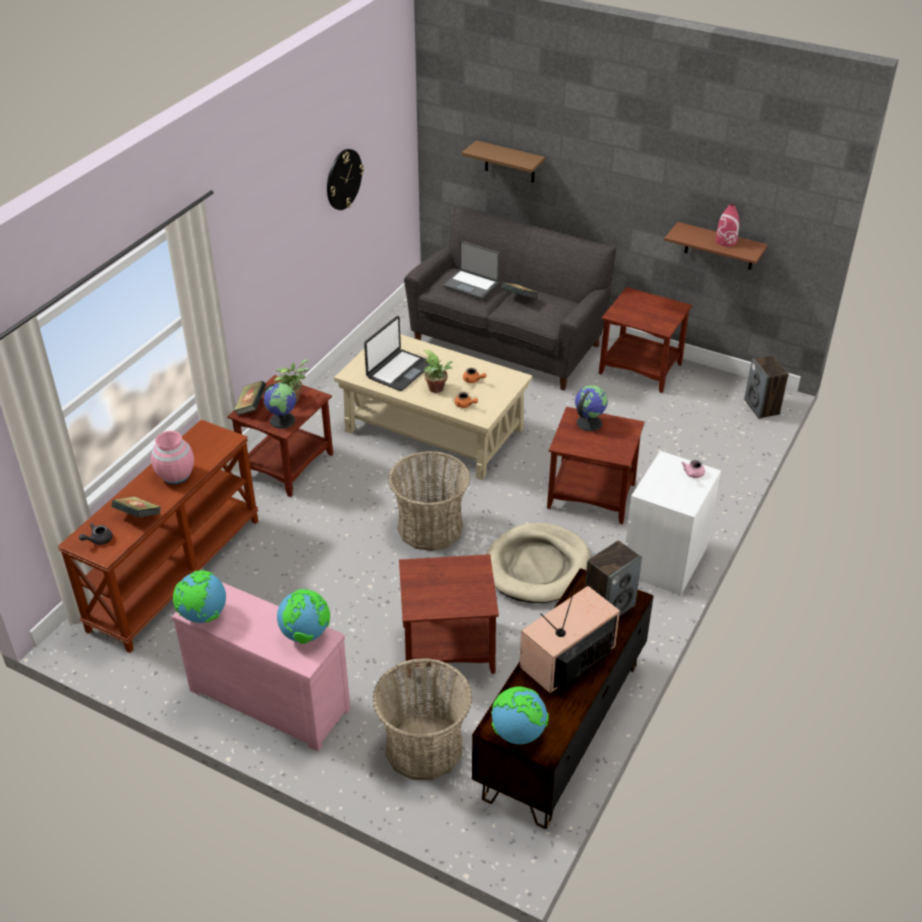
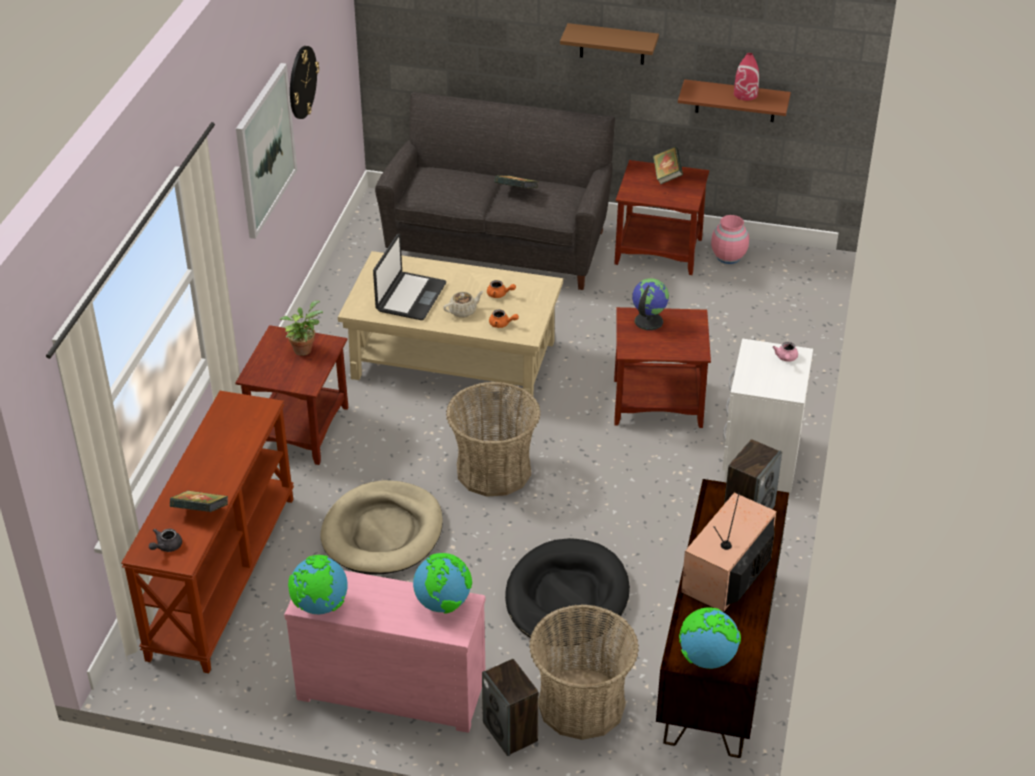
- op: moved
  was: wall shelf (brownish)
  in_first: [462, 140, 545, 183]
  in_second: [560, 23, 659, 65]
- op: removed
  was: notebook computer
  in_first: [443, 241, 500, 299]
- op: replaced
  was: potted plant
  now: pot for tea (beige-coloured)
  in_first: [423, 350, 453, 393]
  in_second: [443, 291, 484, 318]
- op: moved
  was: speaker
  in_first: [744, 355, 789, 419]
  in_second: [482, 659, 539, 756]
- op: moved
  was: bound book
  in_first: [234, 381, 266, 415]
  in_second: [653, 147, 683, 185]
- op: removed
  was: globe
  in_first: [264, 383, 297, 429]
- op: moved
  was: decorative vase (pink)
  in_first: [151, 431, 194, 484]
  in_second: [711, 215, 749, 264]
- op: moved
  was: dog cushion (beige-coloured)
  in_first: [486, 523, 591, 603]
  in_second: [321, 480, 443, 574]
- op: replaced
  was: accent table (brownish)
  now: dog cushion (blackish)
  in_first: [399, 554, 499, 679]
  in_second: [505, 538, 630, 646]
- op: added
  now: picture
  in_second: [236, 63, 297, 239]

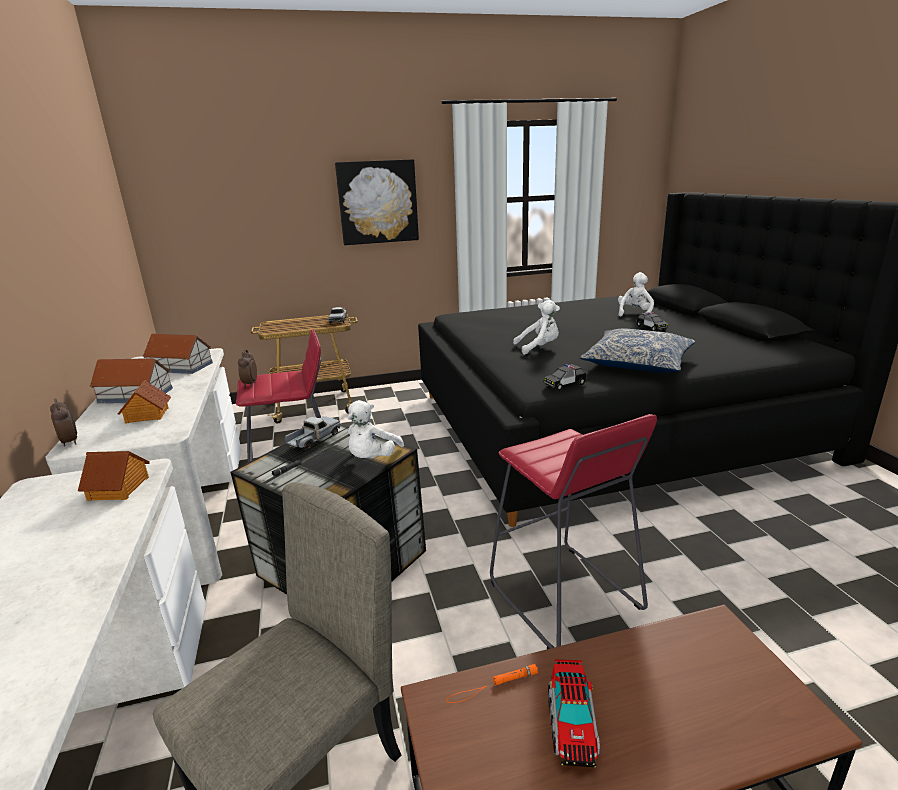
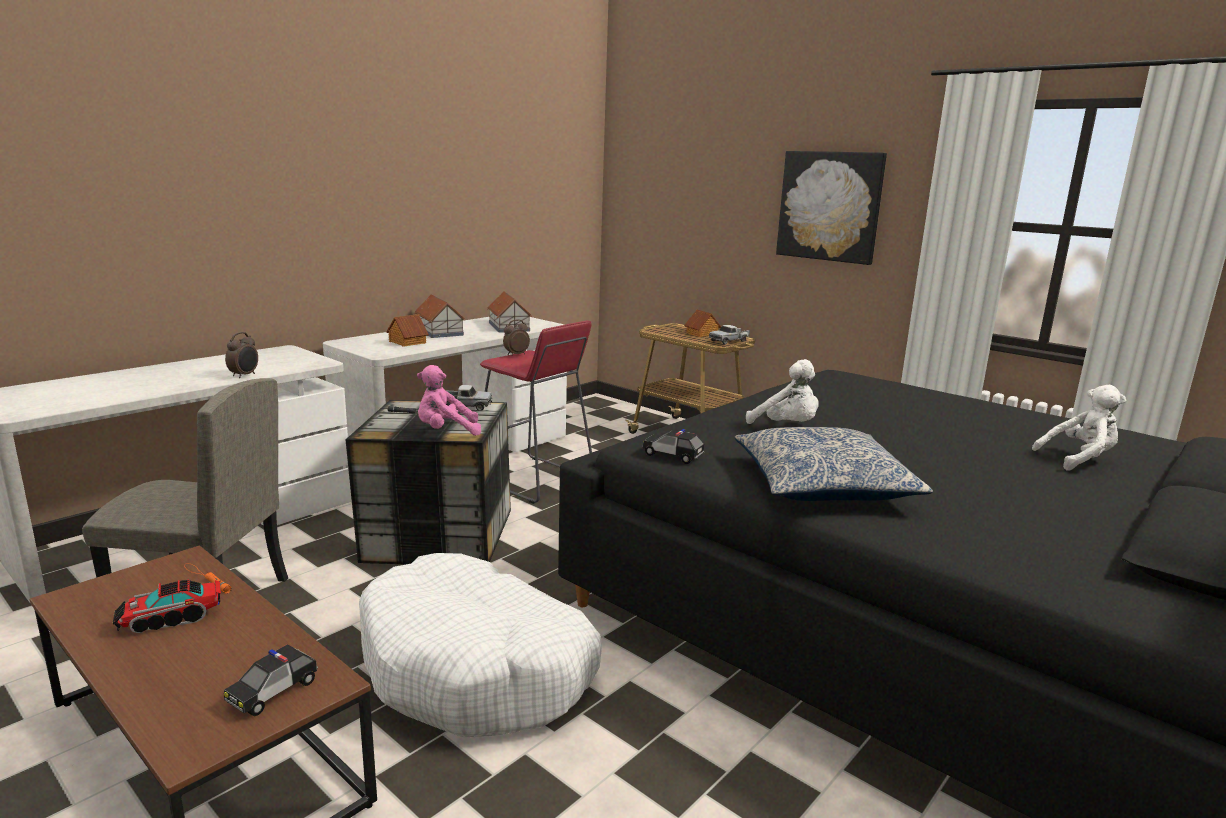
- op: moved
  was: toy car
  in_first: [636, 312, 668, 331]
  in_second: [224, 644, 318, 716]
- op: moved
  was: bedside clock
  in_first: [50, 398, 77, 447]
  in_second: [225, 332, 258, 378]
- op: recoloured
  was: soft toy (whitish)
  now: soft toy (pink)
  in_first: [348, 400, 404, 458]
  in_second: [417, 365, 481, 436]
- op: replaced
  was: sitting stool (reddish)
  now: dog cushion (whitish)
  in_first: [490, 414, 657, 649]
  in_second: [359, 553, 602, 737]
- op: moved
  was: miniature house
  in_first: [78, 451, 150, 501]
  in_second: [684, 310, 721, 337]

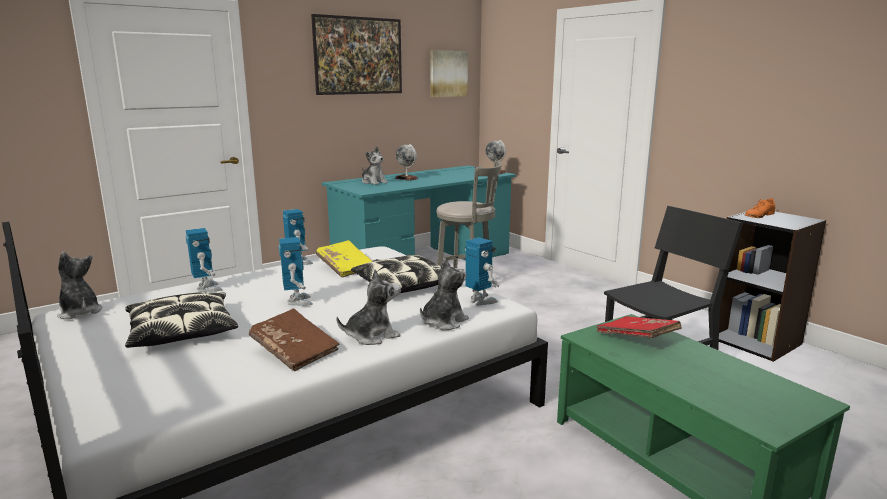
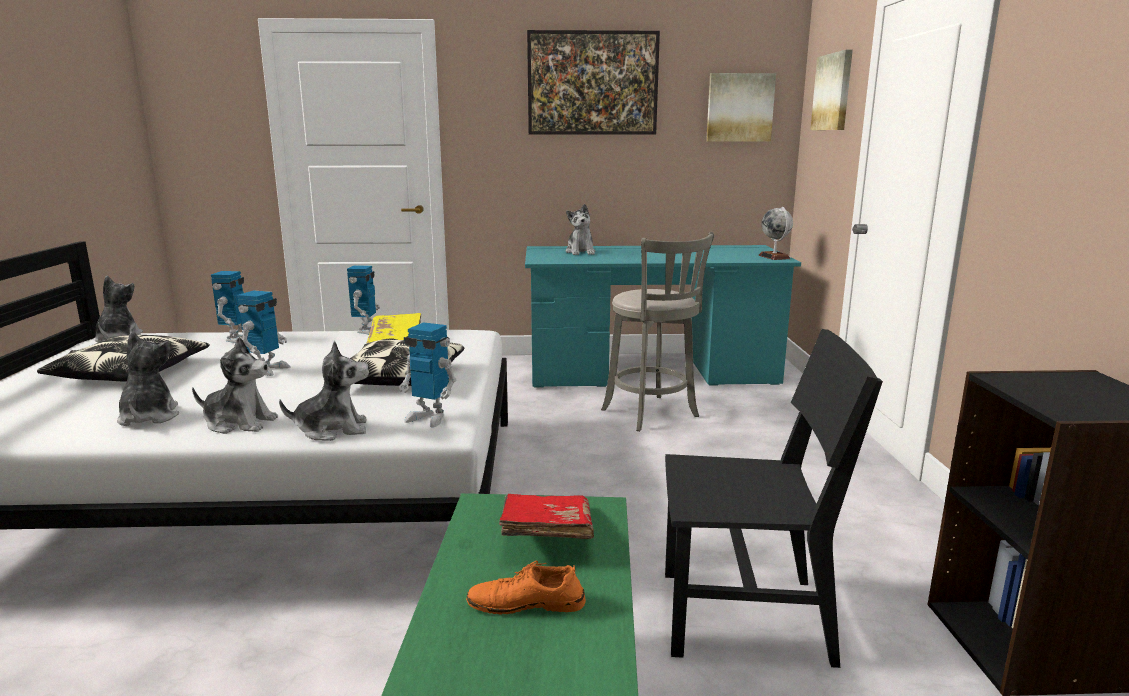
- op: removed
  was: globe
  in_first: [395, 144, 418, 181]
- op: moved
  was: item of footwear (orange-coloured)
  in_first: [745, 198, 775, 218]
  in_second: [466, 561, 586, 615]
- op: turned
  was: toy robot
  in_first: [464, 237, 499, 306]
  in_second: [399, 322, 456, 428]
  clockwise: 120
- op: replaced
  was: bound book (brownish)
  now: soft toy
  in_first: [249, 308, 340, 371]
  in_second: [117, 332, 179, 426]
- op: added
  now: picture
  in_second: [810, 50, 853, 130]

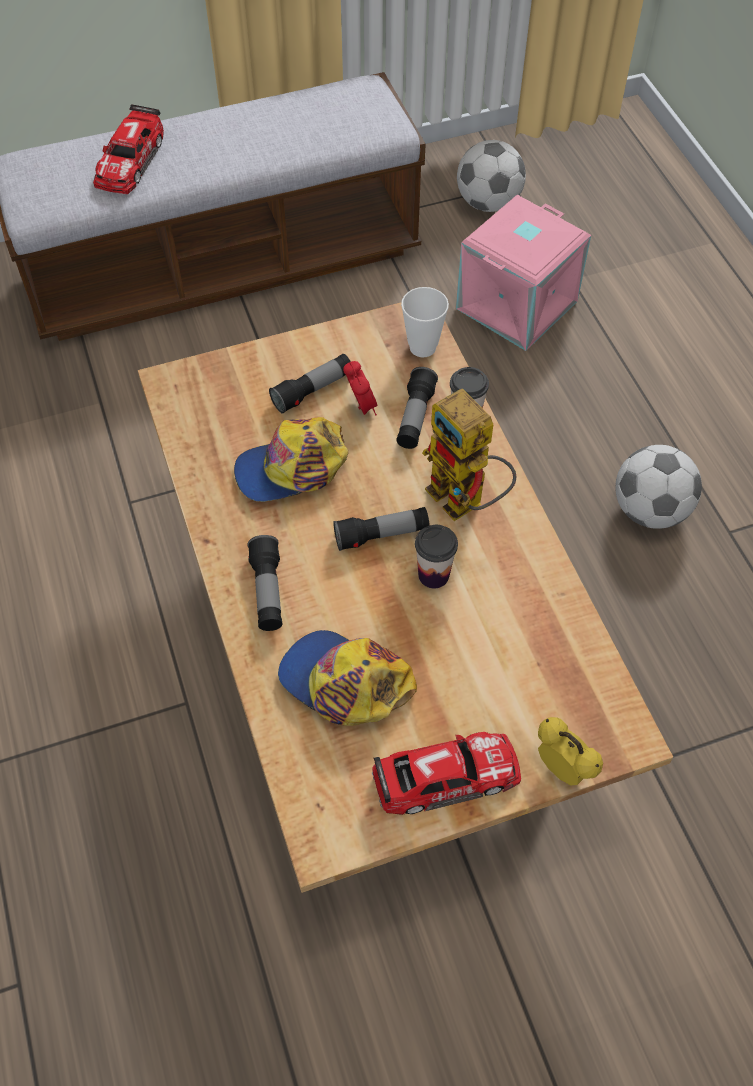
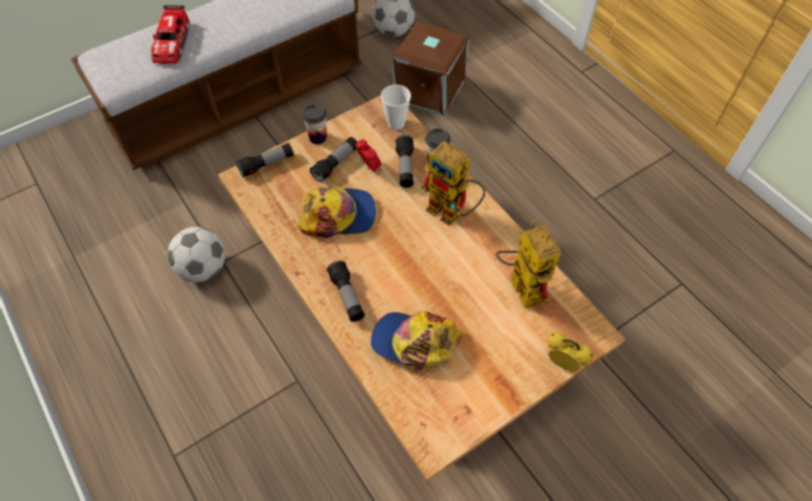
- op: recoloured
  was: storage box (pink)
  now: storage box (brownish)
  in_first: [456, 195, 591, 351]
  in_second: [392, 21, 469, 116]
- op: turned
  was: cap
  in_first: [234, 417, 348, 502]
  in_second: [298, 186, 376, 238]
  clockwise: -150
- op: moved
  was: ball for football
  in_first: [615, 445, 702, 529]
  in_second: [167, 227, 225, 282]
- op: moved
  was: torch
  in_first: [333, 507, 430, 551]
  in_second: [236, 143, 294, 178]
- op: moved
  was: small cup
  in_first: [415, 525, 458, 589]
  in_second: [302, 104, 327, 144]
- op: removed
  was: toy car
  in_first: [372, 732, 521, 815]
- op: added
  now: toy robot
  in_second: [496, 220, 561, 309]

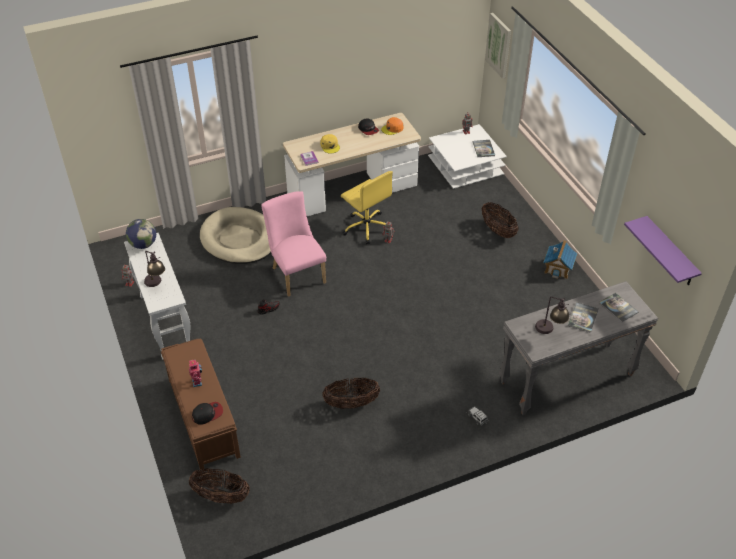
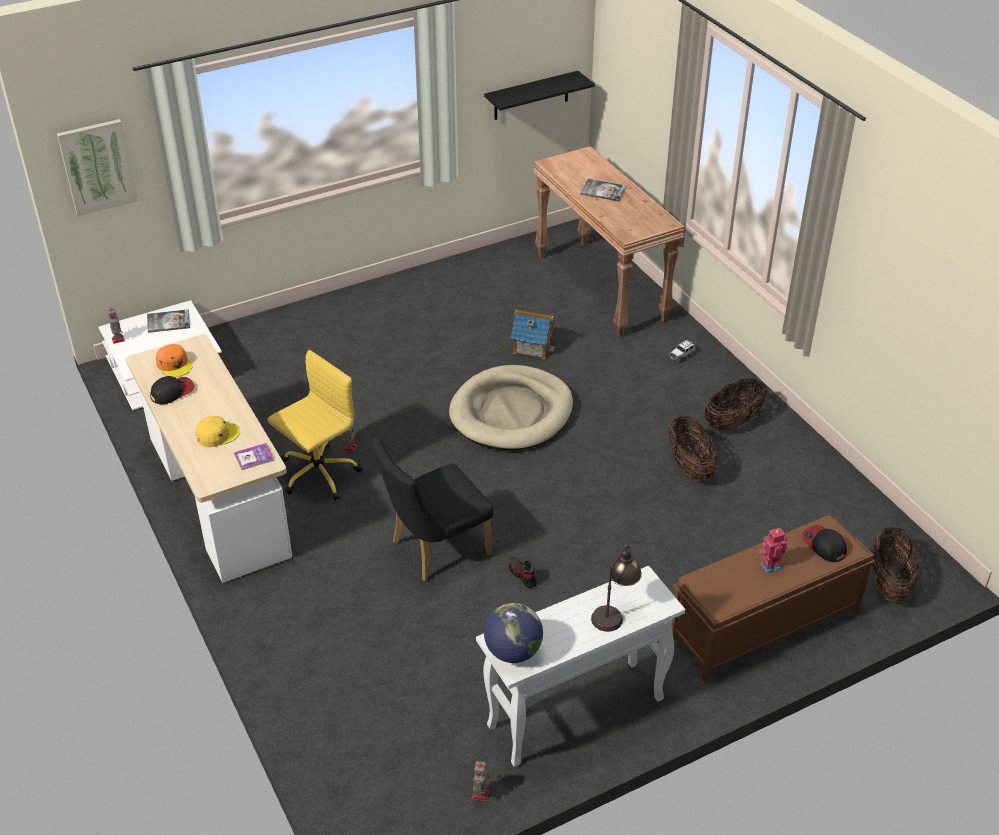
- op: recoloured
  was: chair (pink)
  now: chair (blackish)
  in_first: [261, 191, 326, 297]
  in_second: [372, 437, 493, 581]
- op: moved
  was: basket
  in_first: [482, 202, 519, 238]
  in_second: [704, 378, 767, 431]
- op: moved
  was: dog cushion (beige-coloured)
  in_first: [200, 207, 271, 264]
  in_second: [449, 365, 573, 450]
- op: recoloured
  was: wall shelf (purple)
  now: wall shelf (blackish)
  in_first: [624, 216, 702, 285]
  in_second: [484, 71, 595, 120]
- op: moved
  was: miniature house
  in_first: [543, 240, 577, 279]
  in_second: [510, 309, 556, 359]
- op: recoloured
  was: narrow table (greyish)
  now: narrow table (brownish)
  in_first: [499, 281, 658, 415]
  in_second: [533, 146, 685, 337]
- op: removed
  was: bound book
  in_first: [599, 293, 639, 322]
- op: removed
  was: table lamp
  in_first: [535, 297, 569, 334]

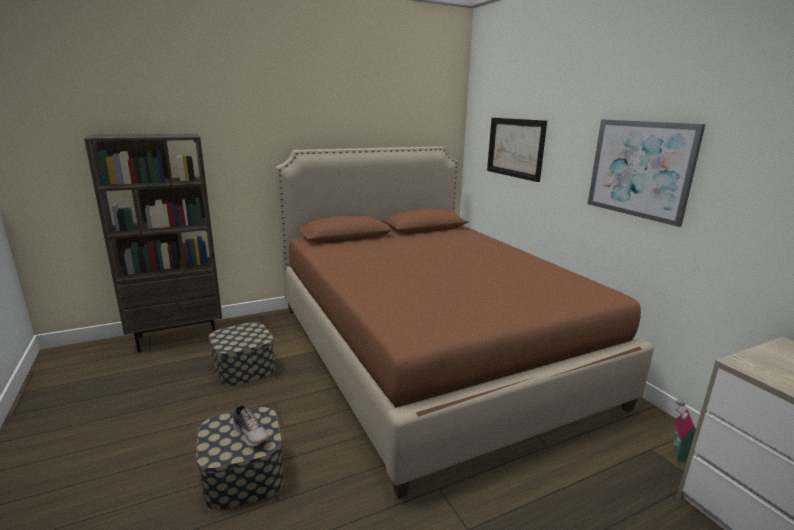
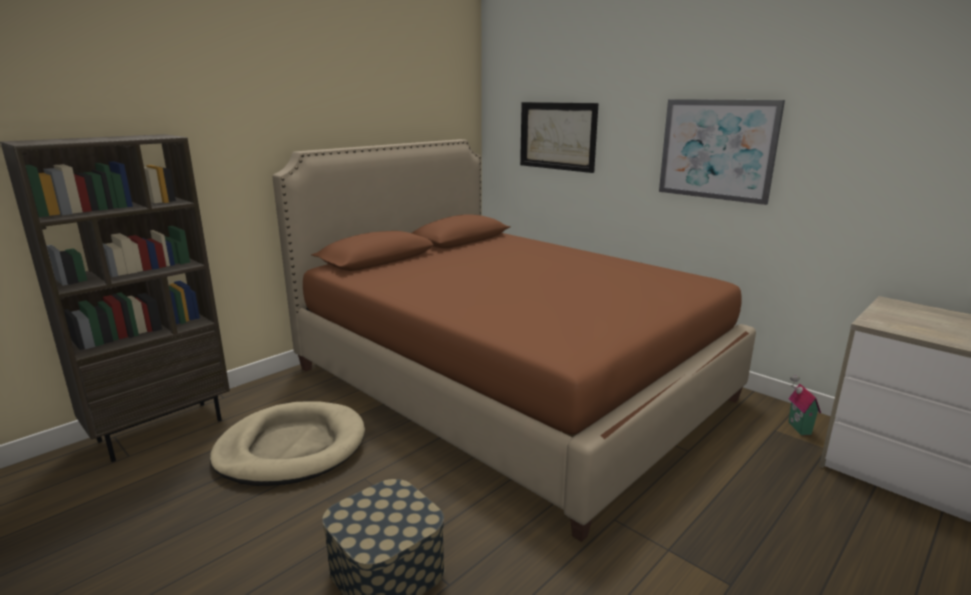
- op: replaced
  was: storage box
  now: dog cushion (beige-coloured)
  in_first: [209, 322, 275, 386]
  in_second: [210, 401, 365, 486]
- op: removed
  was: item of footwear
  in_first: [233, 402, 269, 447]

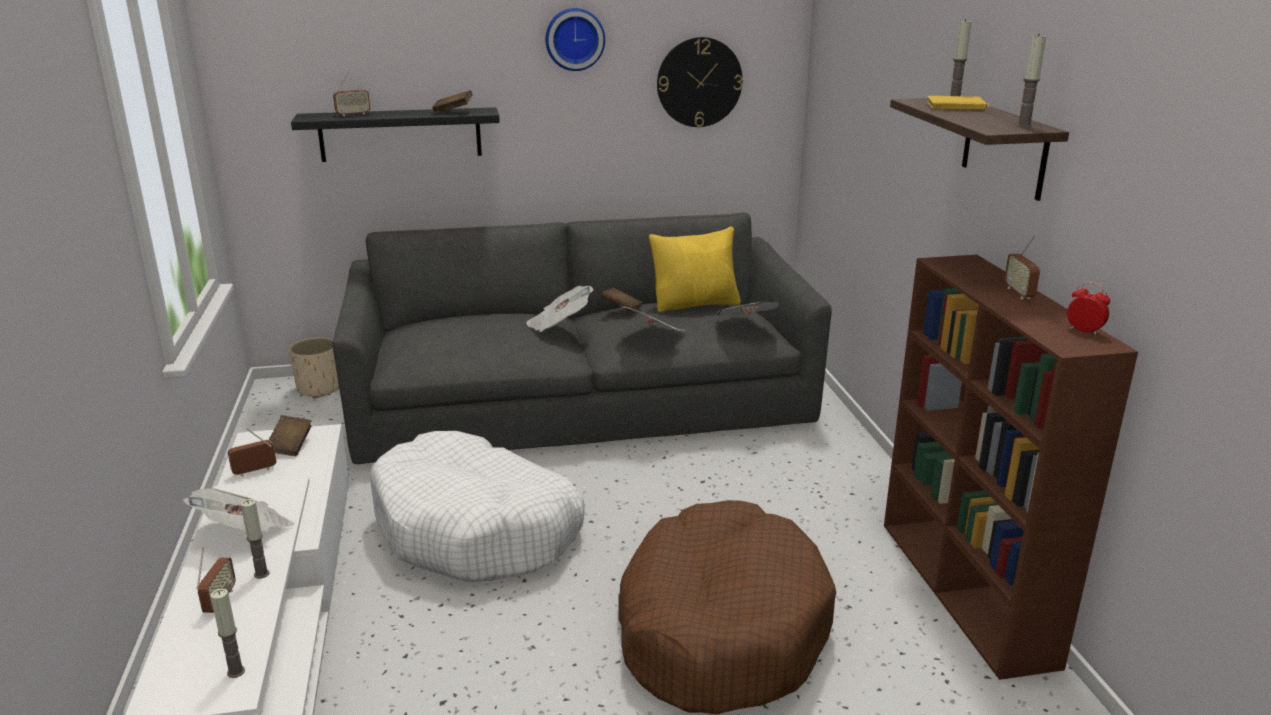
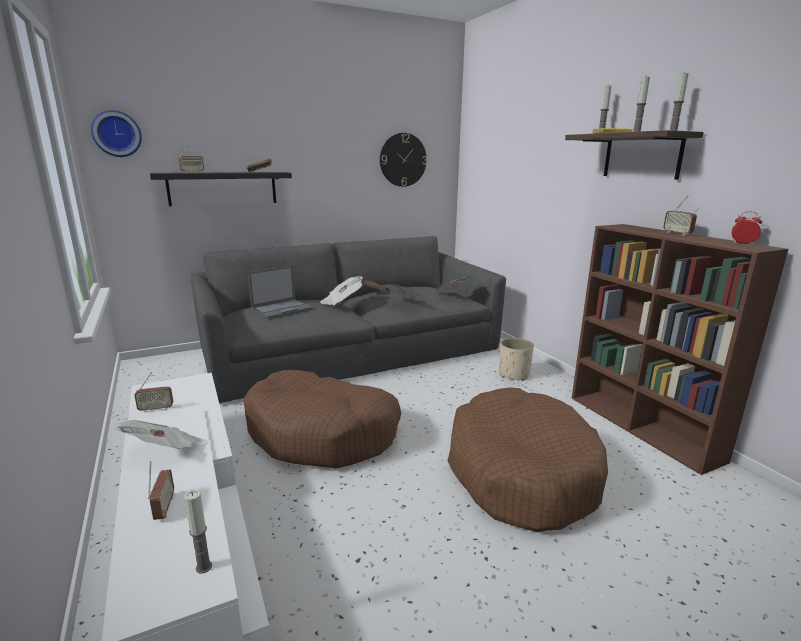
- op: moved
  was: wall clock
  in_first: [545, 8, 605, 71]
  in_second: [91, 110, 142, 157]
- op: removed
  was: throw pillow (yellow-coloured)
  in_first: [649, 226, 741, 312]
- op: moved
  was: flower pot (beige-coloured)
  in_first: [289, 337, 339, 398]
  in_second: [499, 338, 534, 381]
- op: removed
  was: bound book (brownish)
  in_first: [269, 415, 312, 456]
- op: turned
  was: radio
  in_first: [228, 428, 276, 477]
  in_second: [134, 372, 173, 412]
  clockwise: -150
- op: recoloured
  was: dog cushion (whitish)
  now: dog cushion (brownish)
  in_first: [369, 431, 585, 582]
  in_second: [243, 370, 401, 468]
- op: moved
  was: candle
  in_first: [241, 499, 270, 579]
  in_second: [634, 76, 650, 132]
- op: added
  now: notebook computer
  in_second: [248, 266, 313, 318]

